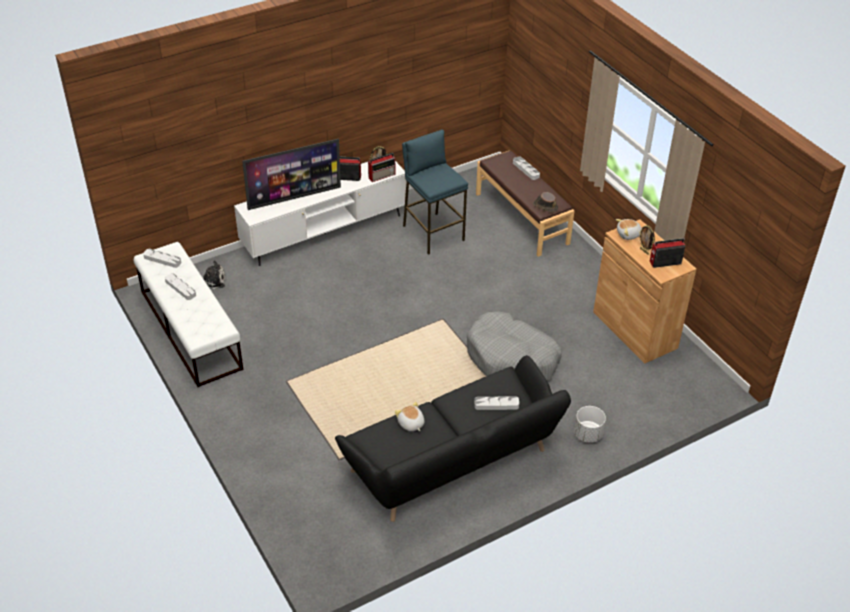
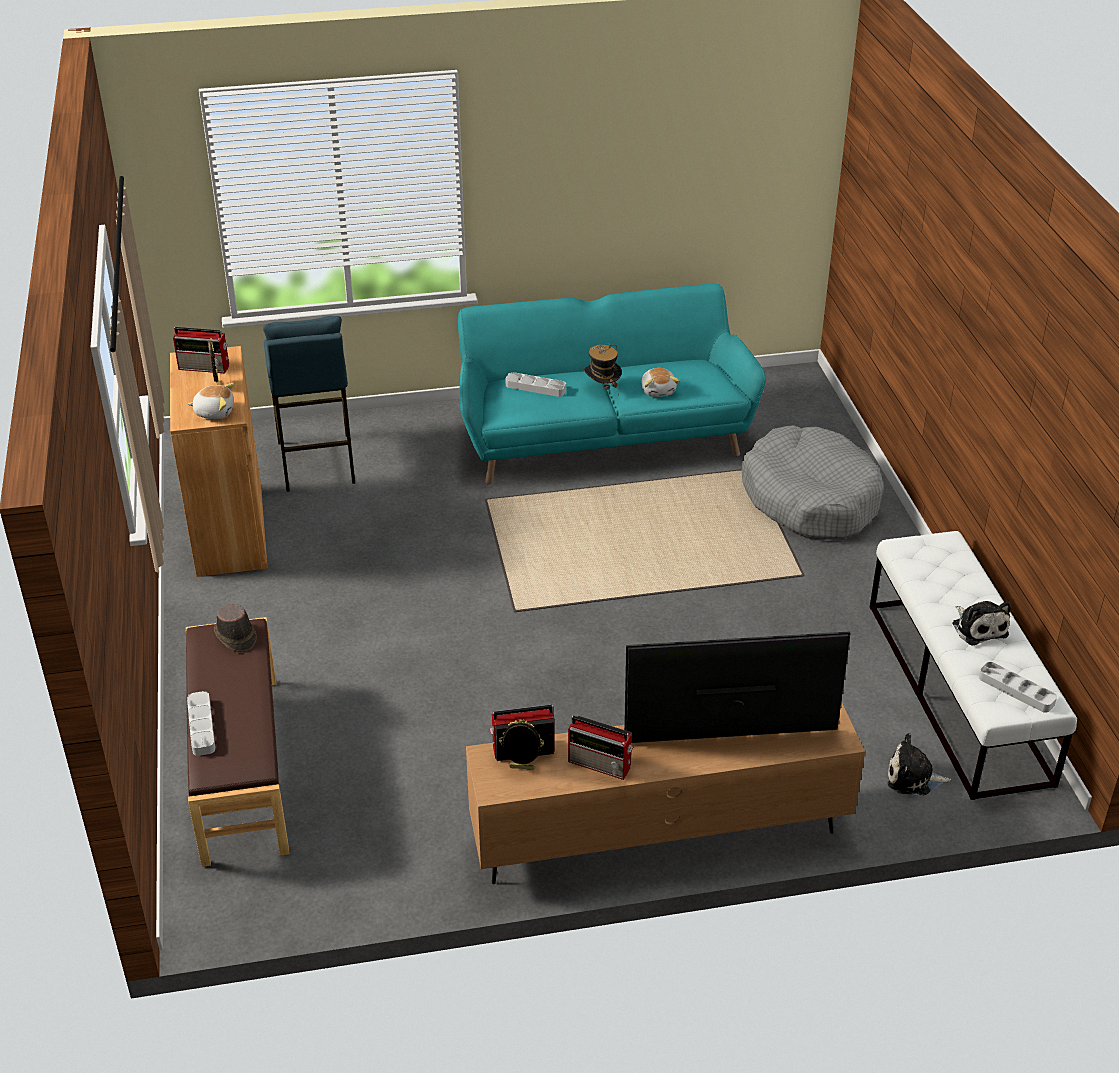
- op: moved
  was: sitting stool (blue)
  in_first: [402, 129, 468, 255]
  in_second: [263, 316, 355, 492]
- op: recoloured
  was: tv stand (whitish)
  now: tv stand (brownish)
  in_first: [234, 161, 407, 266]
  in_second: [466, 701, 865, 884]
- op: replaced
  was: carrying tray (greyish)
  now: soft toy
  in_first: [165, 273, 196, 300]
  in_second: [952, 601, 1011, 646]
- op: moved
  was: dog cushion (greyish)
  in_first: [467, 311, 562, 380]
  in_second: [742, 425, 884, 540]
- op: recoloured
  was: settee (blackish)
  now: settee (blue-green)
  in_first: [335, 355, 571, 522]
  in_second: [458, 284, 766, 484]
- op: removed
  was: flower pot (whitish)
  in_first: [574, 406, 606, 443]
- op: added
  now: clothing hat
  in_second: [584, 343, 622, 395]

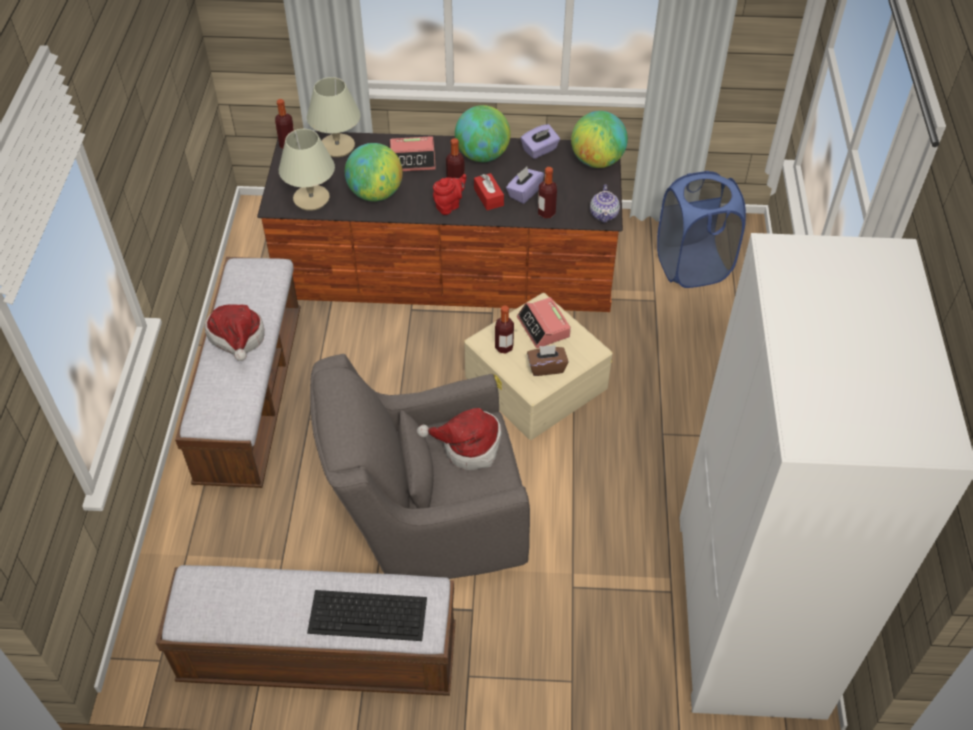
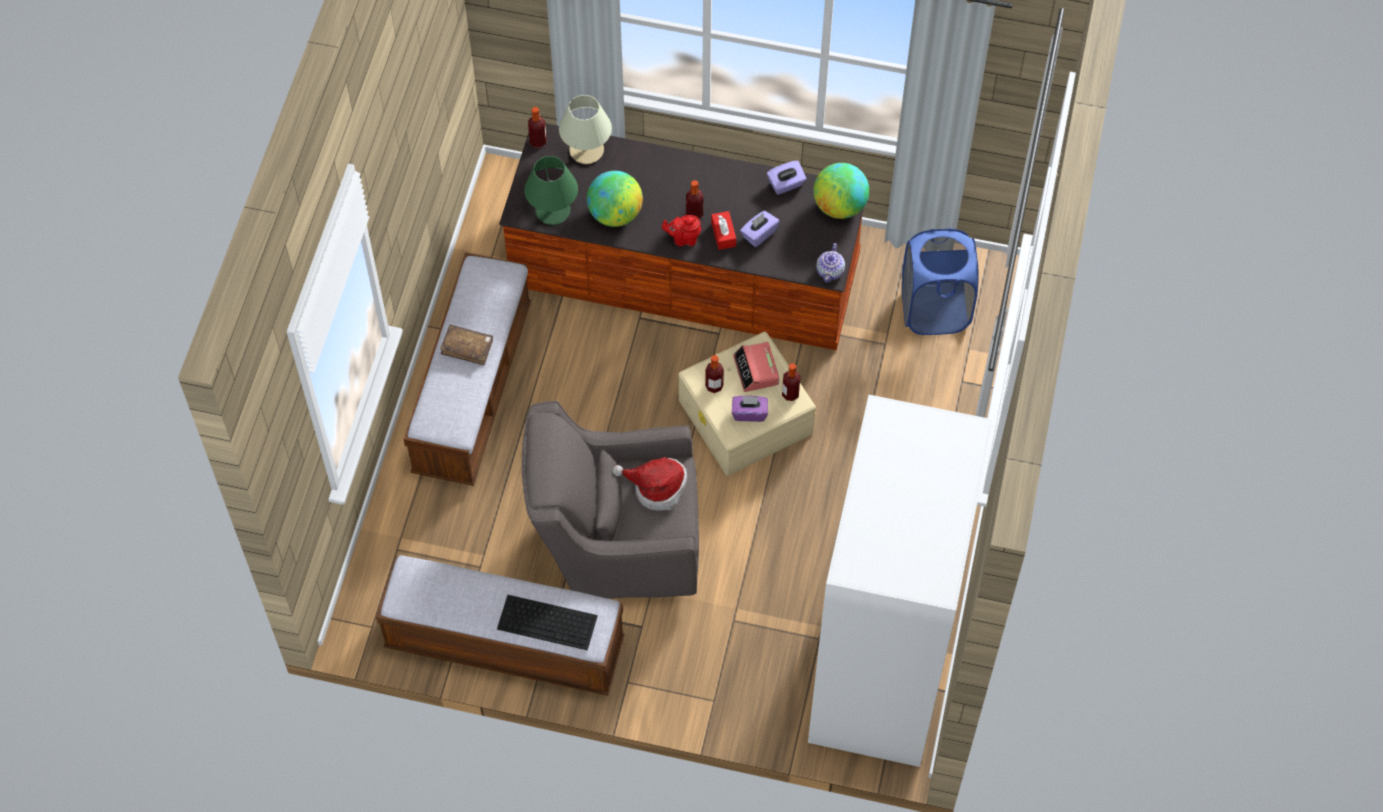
- op: removed
  was: globe
  in_first: [455, 105, 511, 162]
- op: recoloured
  was: table lamp (beige-coloured)
  now: table lamp (green)
  in_first: [279, 129, 335, 211]
  in_second: [524, 156, 578, 225]
- op: removed
  was: bedside clock
  in_first: [390, 136, 436, 171]
- op: moved
  was: beverage bottle
  in_first: [538, 167, 557, 218]
  in_second: [782, 363, 800, 401]
- op: turned
  was: pot for tea (reddish)
  in_first: [433, 174, 466, 215]
  in_second: [662, 215, 702, 246]
  clockwise: -150
- op: replaced
  was: clothing hat
  now: bound book (brownish)
  in_first: [204, 304, 265, 361]
  in_second: [440, 324, 493, 366]
- op: recoloured
  was: tissue box (brownish)
  now: tissue box (purple)
  in_first: [527, 345, 568, 376]
  in_second: [732, 396, 768, 422]

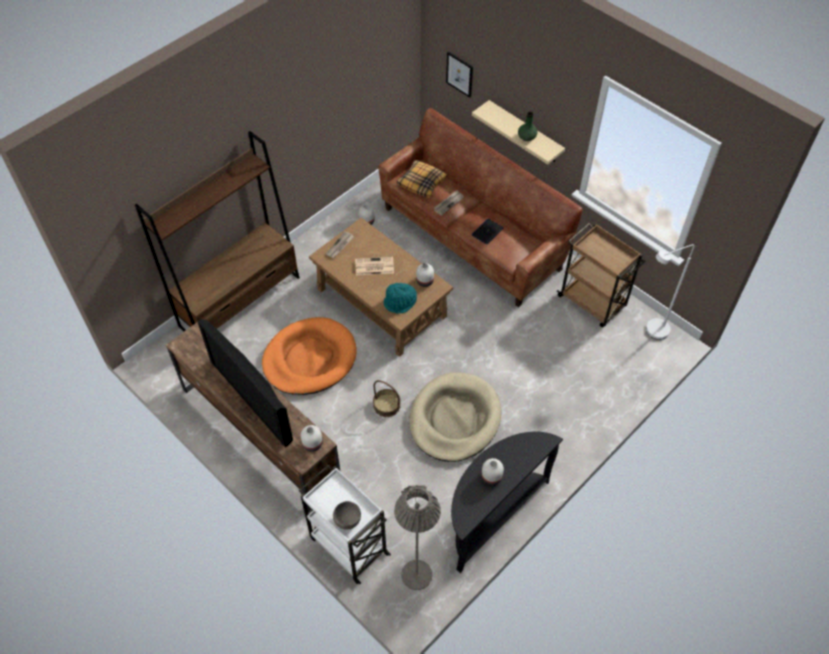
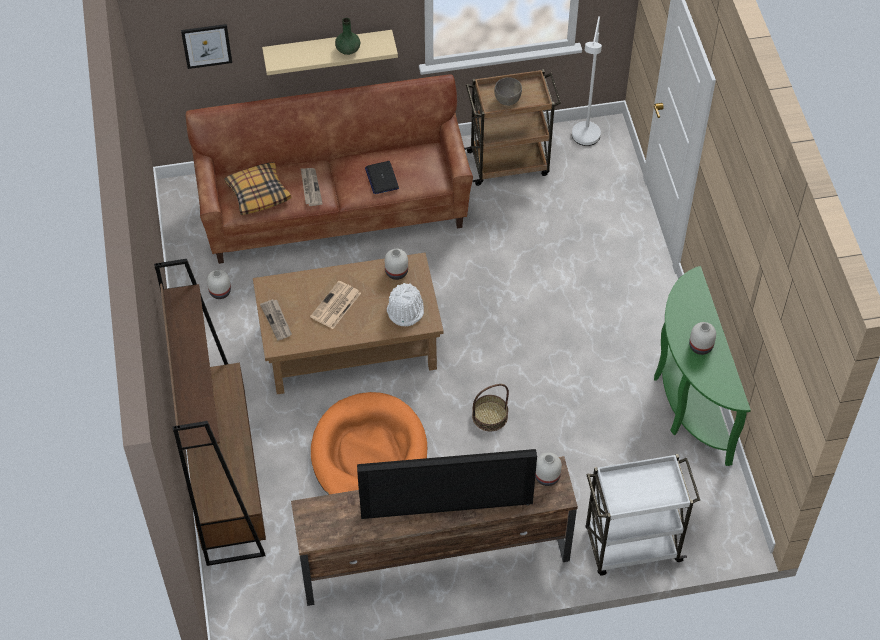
- op: recoloured
  was: clothing hat (blue-green)
  now: clothing hat (whitish)
  in_first: [384, 283, 417, 313]
  in_second: [387, 283, 424, 326]
- op: removed
  was: dog cushion (beige-coloured)
  in_first: [409, 372, 501, 462]
- op: recoloured
  was: narrow table (blackish)
  now: narrow table (green)
  in_first: [451, 431, 563, 573]
  in_second: [654, 266, 751, 466]
- op: removed
  was: standing lamp (greyish)
  in_first: [394, 485, 441, 590]
- op: moved
  was: serving bowl (greyish)
  in_first: [333, 501, 361, 530]
  in_second: [494, 77, 522, 106]

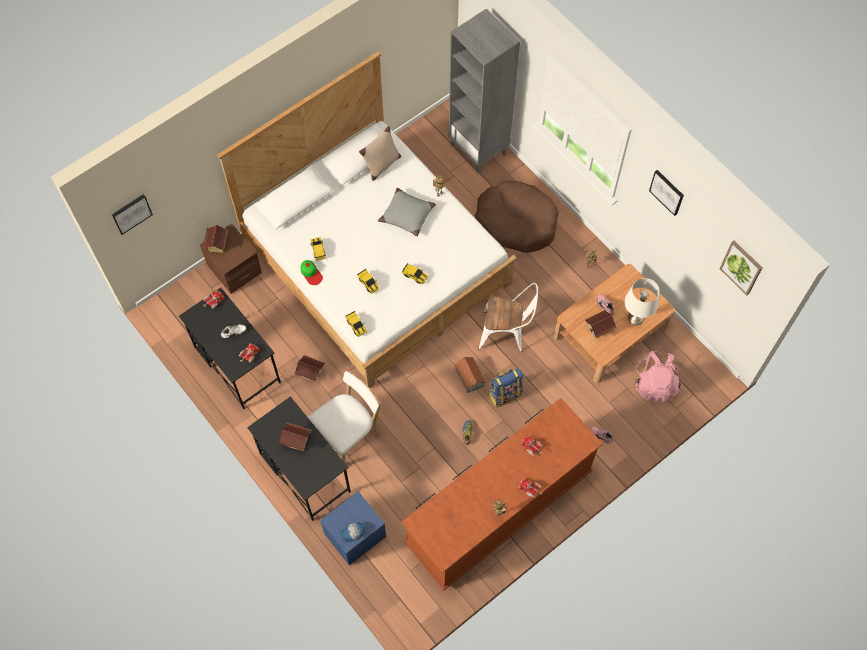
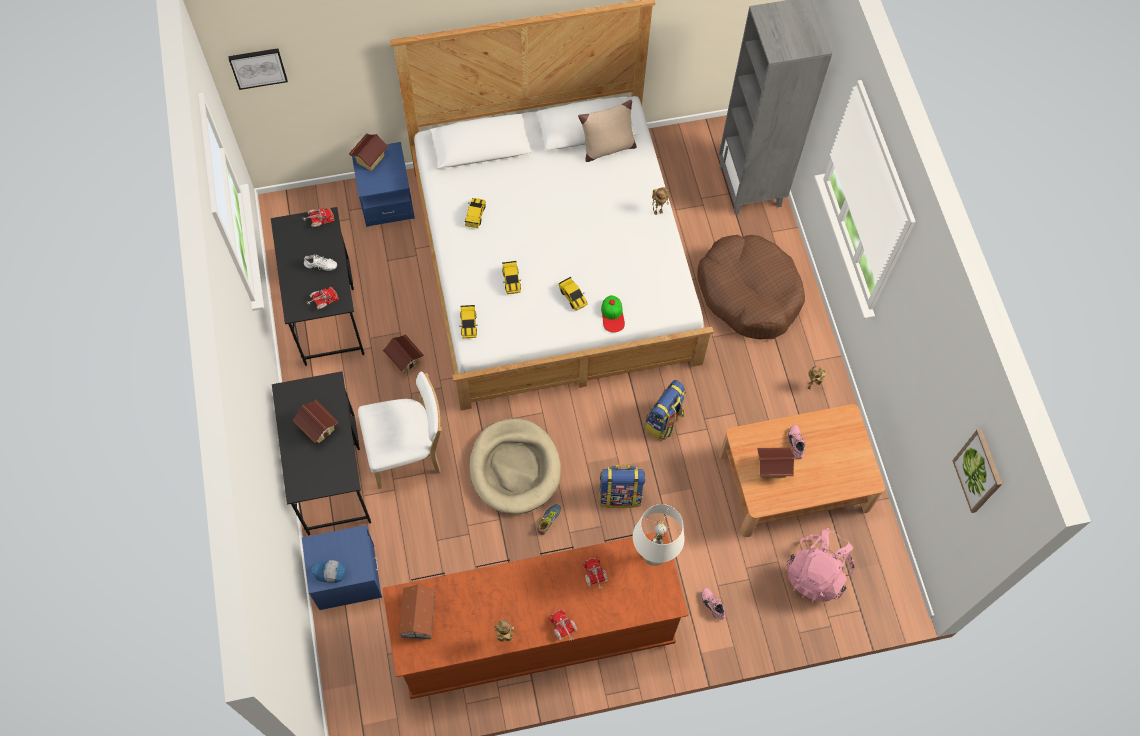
- op: removed
  was: picture
  in_first: [649, 170, 684, 216]
- op: removed
  was: throw pillow (greyish)
  in_first: [378, 188, 436, 236]
- op: recoloured
  was: night table (brownish)
  now: night table (blue)
  in_first: [200, 223, 262, 294]
  in_second: [351, 142, 415, 227]
- op: moved
  was: cap
  in_first: [301, 260, 323, 285]
  in_second: [601, 295, 625, 333]
- op: moved
  was: table lamp (whitish)
  in_first: [625, 278, 660, 326]
  in_second: [633, 504, 685, 566]
- op: replaced
  was: chair (whitish)
  now: rucksack
  in_first: [478, 283, 538, 352]
  in_second: [644, 380, 687, 441]
- op: moved
  was: miniature house
  in_first: [455, 357, 486, 393]
  in_second: [398, 584, 436, 639]
- op: added
  now: dog cushion (beige-coloured)
  in_second: [469, 419, 561, 514]

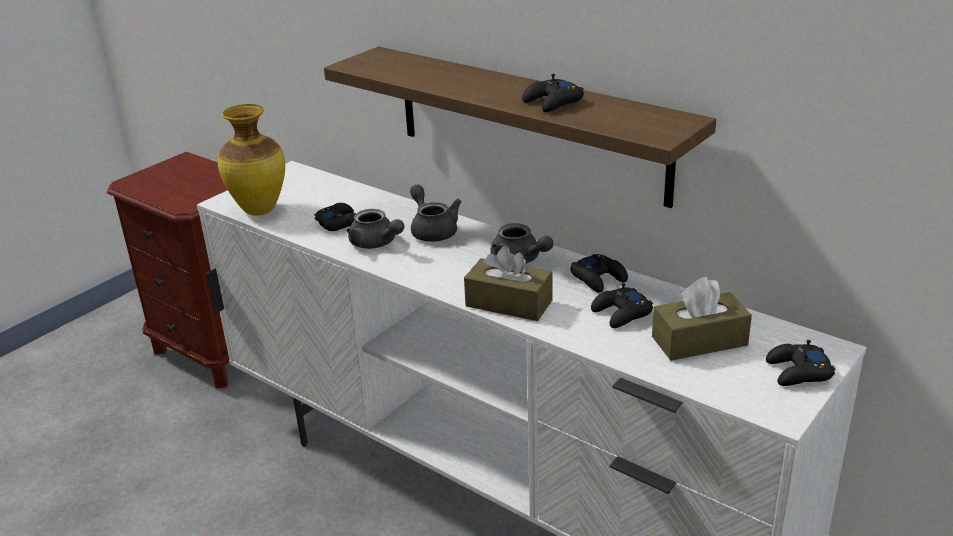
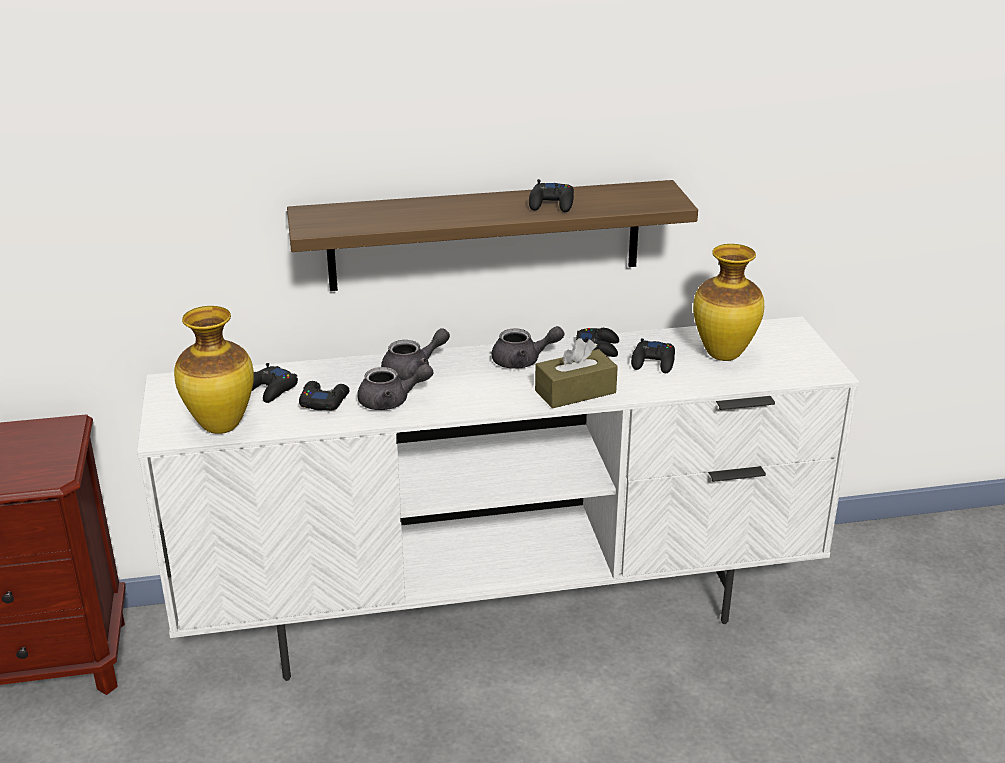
- op: turned
  was: pot for tea (greyish)
  in_first: [410, 185, 461, 242]
  in_second: [381, 328, 450, 381]
  clockwise: 135
- op: replaced
  was: tissue box (brownish)
  now: decorative vase
  in_first: [652, 277, 752, 361]
  in_second: [693, 244, 764, 361]
- op: moved
  was: joypad (blackish)
  in_first: [766, 340, 835, 386]
  in_second: [252, 363, 298, 403]

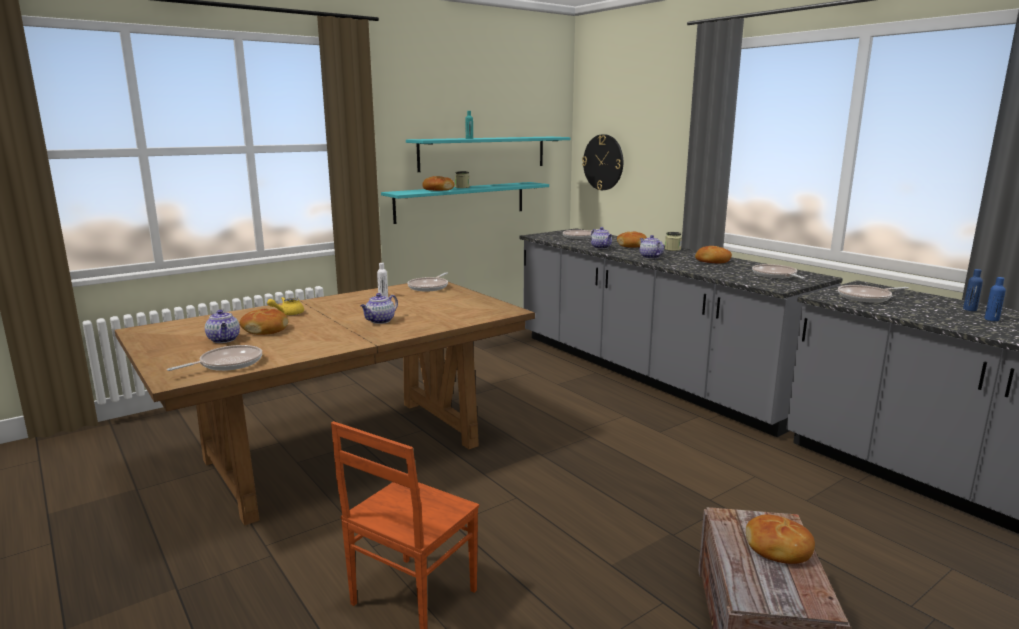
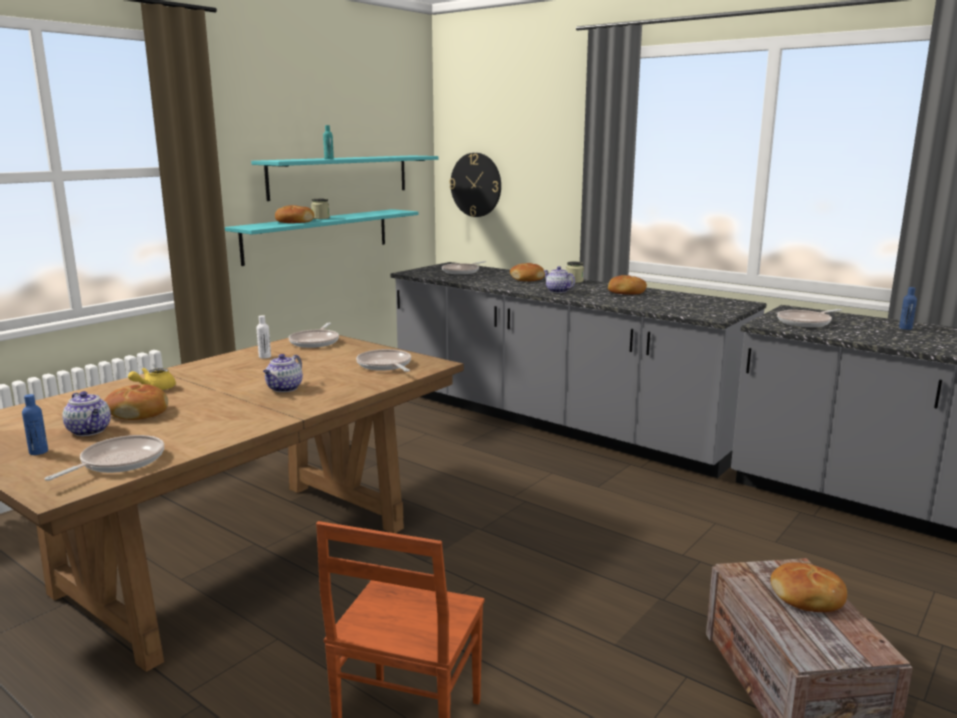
- op: removed
  was: pot for tea
  in_first: [591, 227, 612, 249]
- op: moved
  was: frying pan
  in_first: [752, 264, 805, 279]
  in_second: [356, 349, 411, 372]
- op: moved
  was: beverage bottle (blue)
  in_first: [985, 277, 1006, 321]
  in_second: [22, 394, 48, 455]

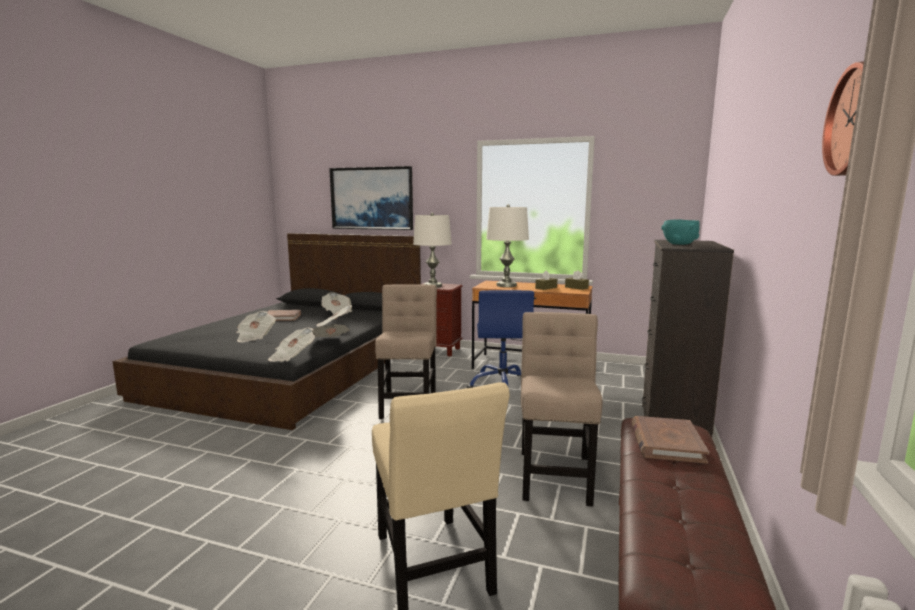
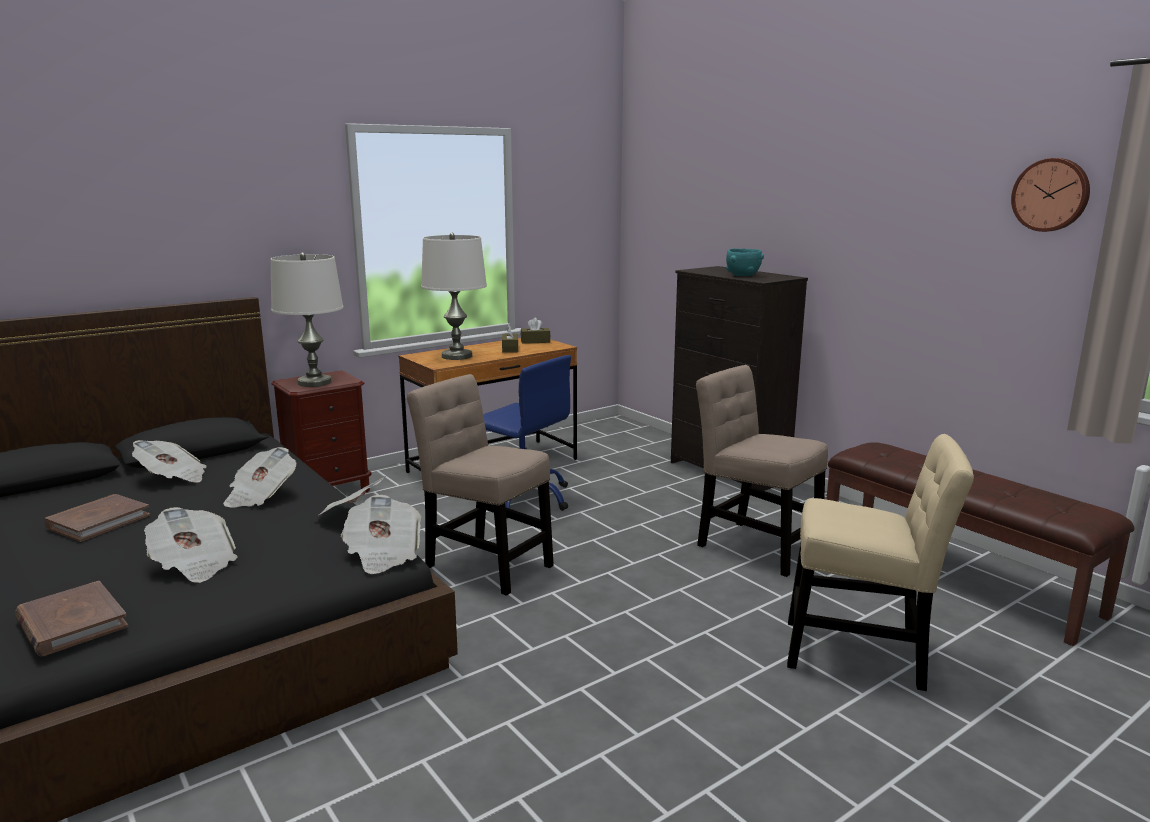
- op: removed
  was: picture
  in_first: [329, 166, 413, 230]
- op: moved
  was: bound book (brownish)
  in_first: [632, 416, 709, 464]
  in_second: [15, 581, 128, 657]

